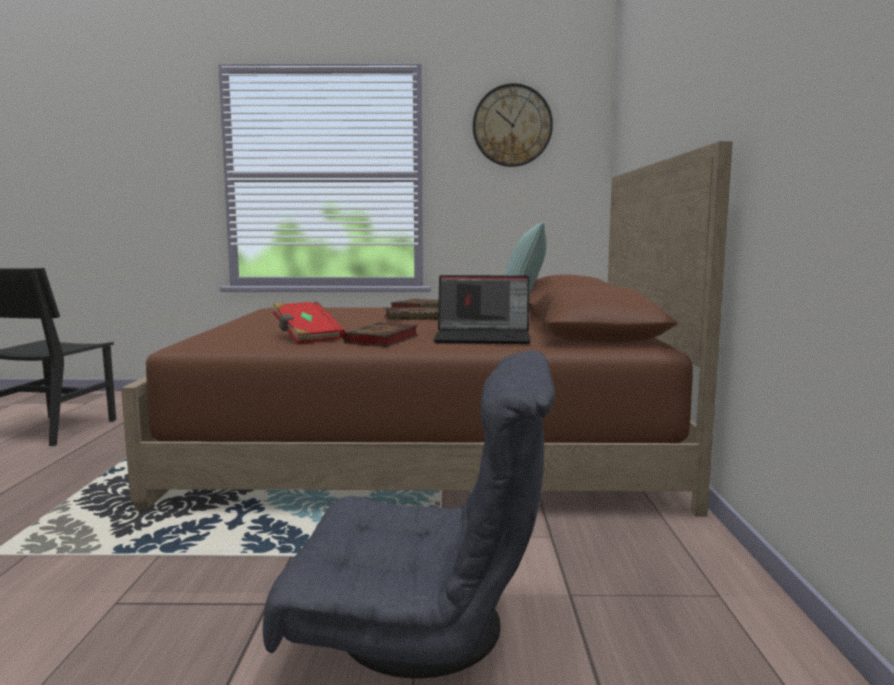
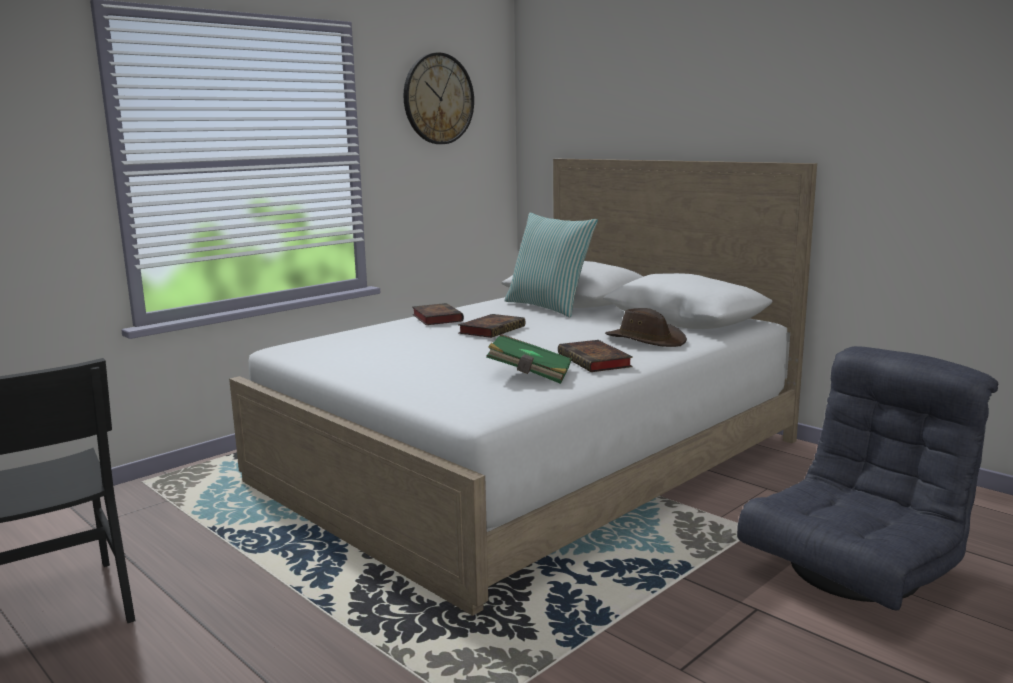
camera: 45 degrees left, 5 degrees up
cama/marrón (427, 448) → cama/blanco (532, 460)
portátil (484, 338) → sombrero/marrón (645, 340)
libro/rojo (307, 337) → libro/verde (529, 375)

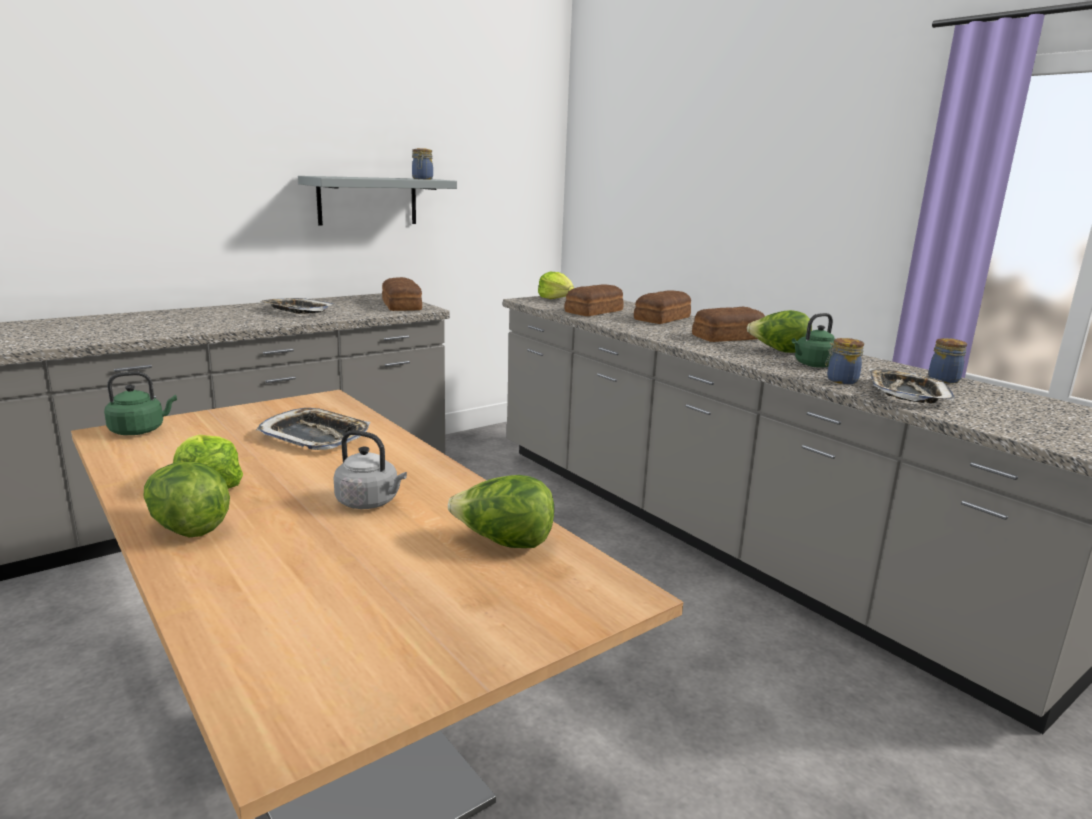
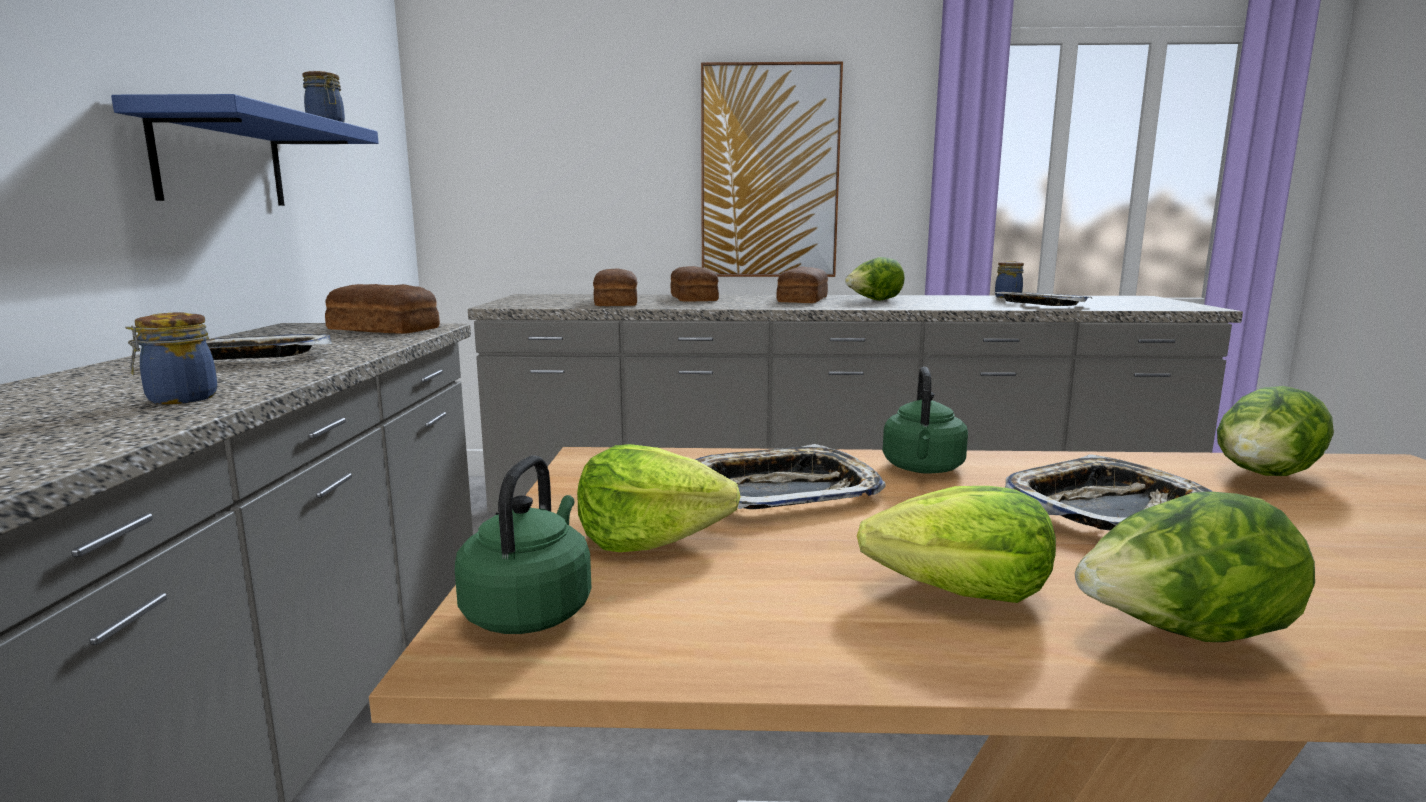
camera: 50 degrees left, 5 degrees down
estante/gris (367, 201) → estante/azul (220, 160)
lechuga (556, 299) → lechuga (650, 538), shifted
hervidor/verde (813, 365) → hervidor/verde (923, 469), shifted
tarro (840, 380) → tarro (179, 399), shifted
hervidor/gris (370, 502) → bandeja (1106, 507)
- → cuadro (769, 173)

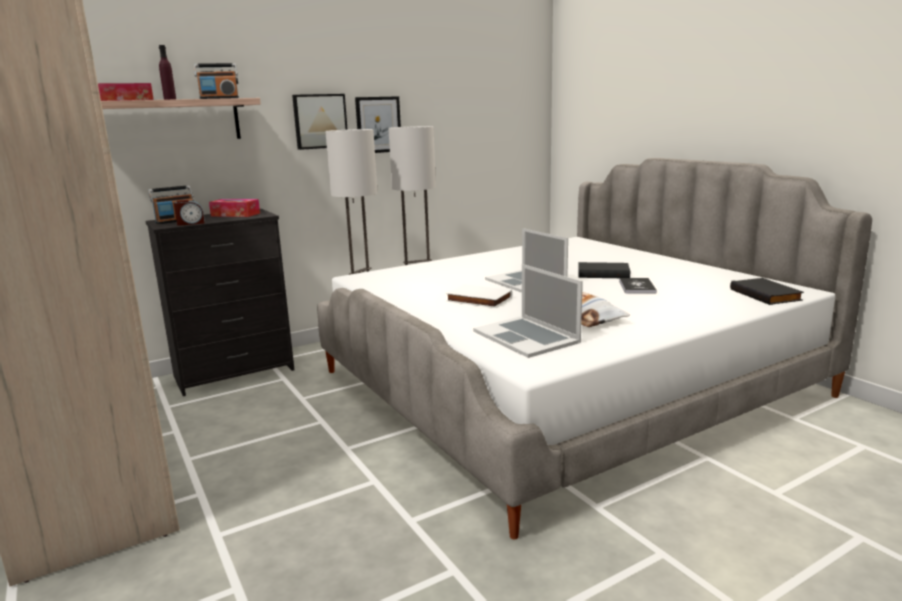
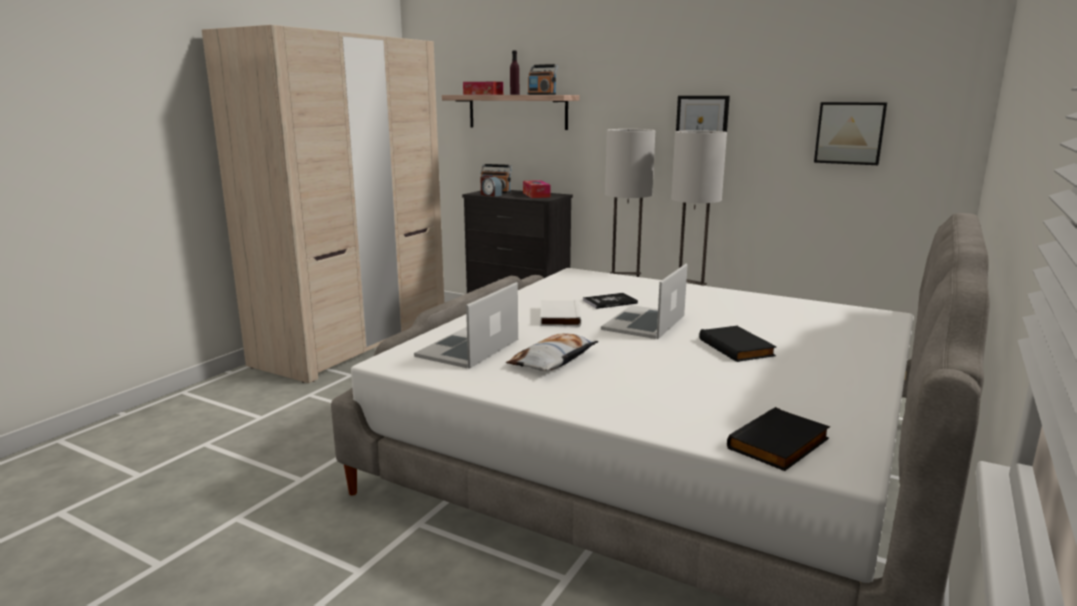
camera: 60 degrees right, 0 degrees up
cuadro (320, 121) → cuadro (849, 133), shifted
libro (637, 287) → libro (610, 302), shifted

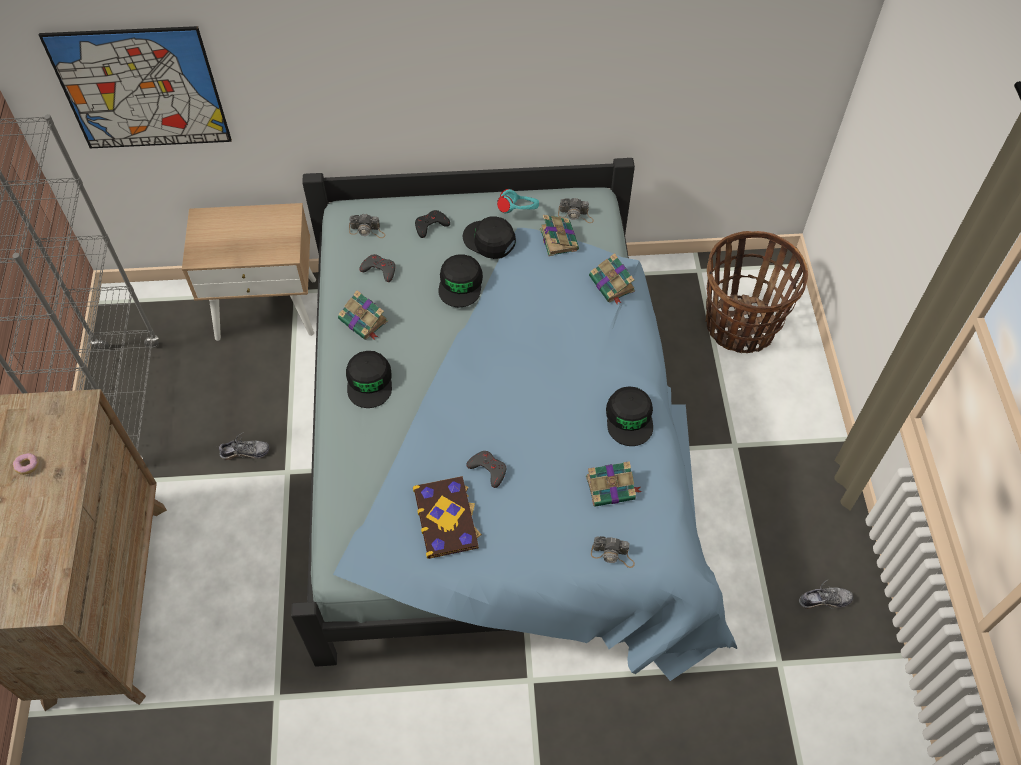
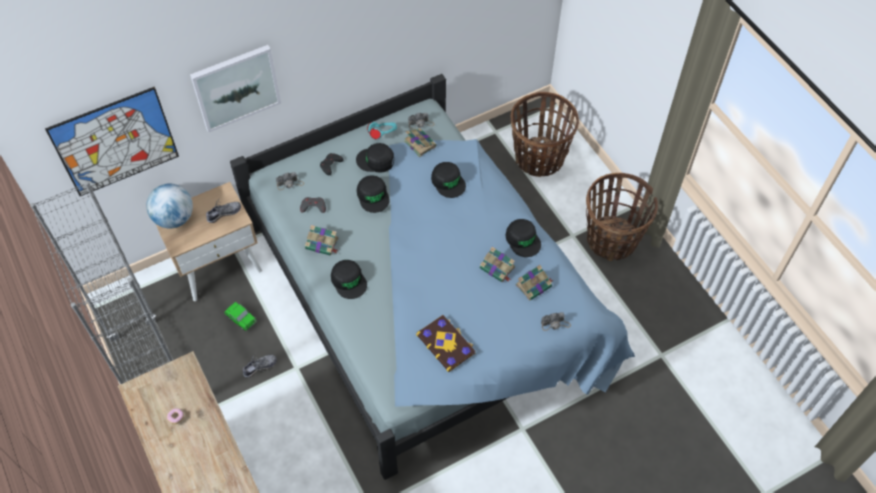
camera: 25 degrees left, 0 degrees up
libro (612, 285) → libro (498, 268), shifted
mando de consola/gris (488, 469) → -
zapato (824, 600) → zapato (224, 213), shifted
- → cuadro (236, 87)
- → gorra/negro (448, 182)
- → cesta (612, 239)
- → globo terráqueo (174, 218)
- → coche de juguete (241, 319)

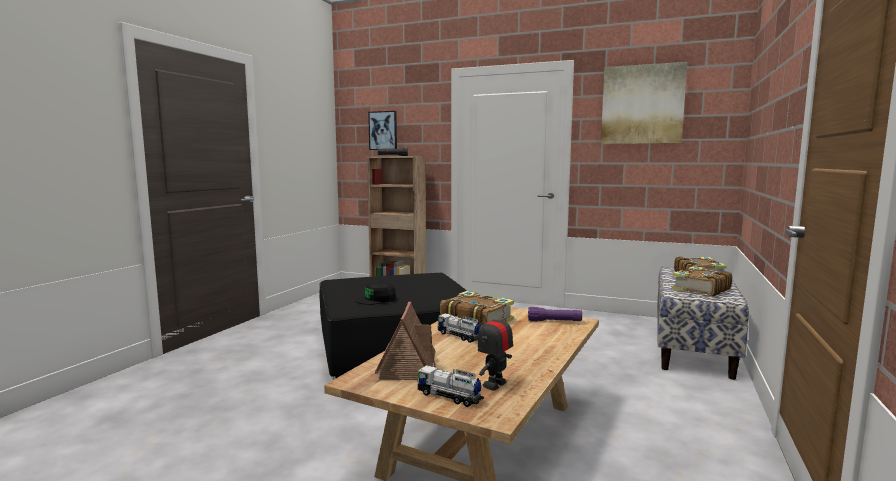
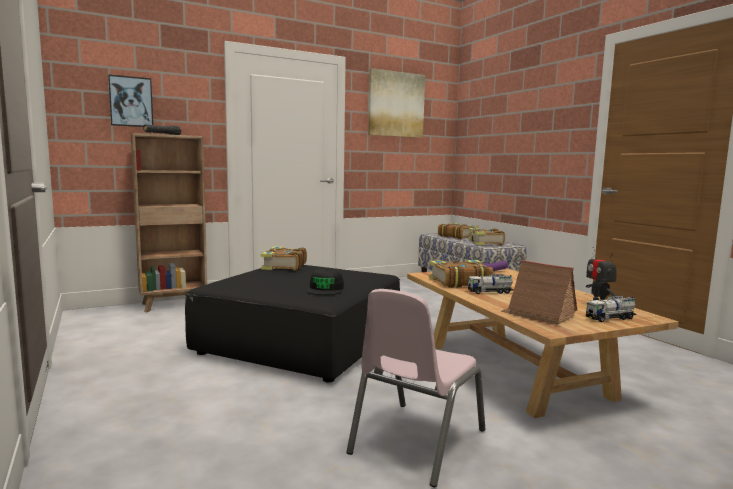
camera: 50 degrees left, 0 degrees up
- → libro (283, 266)
- → silla/rosa (416, 441)

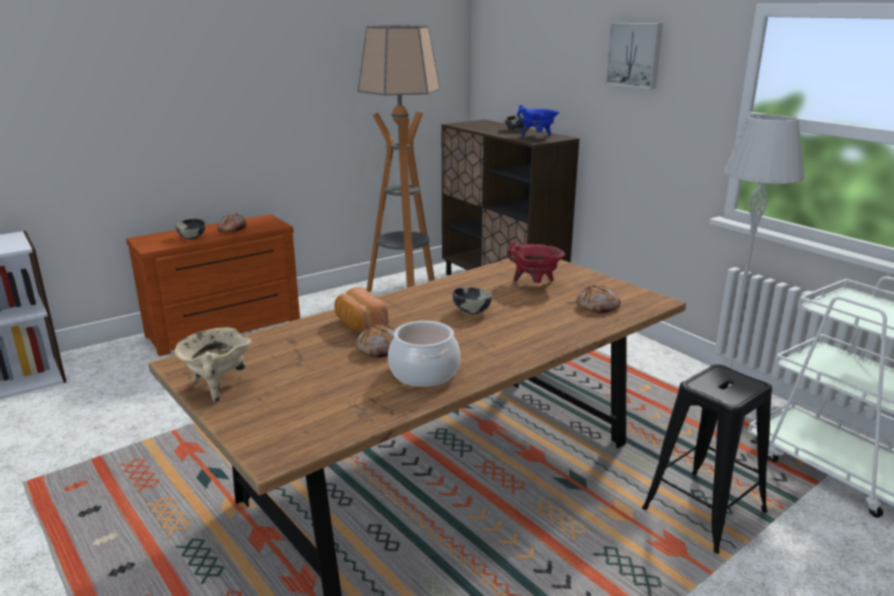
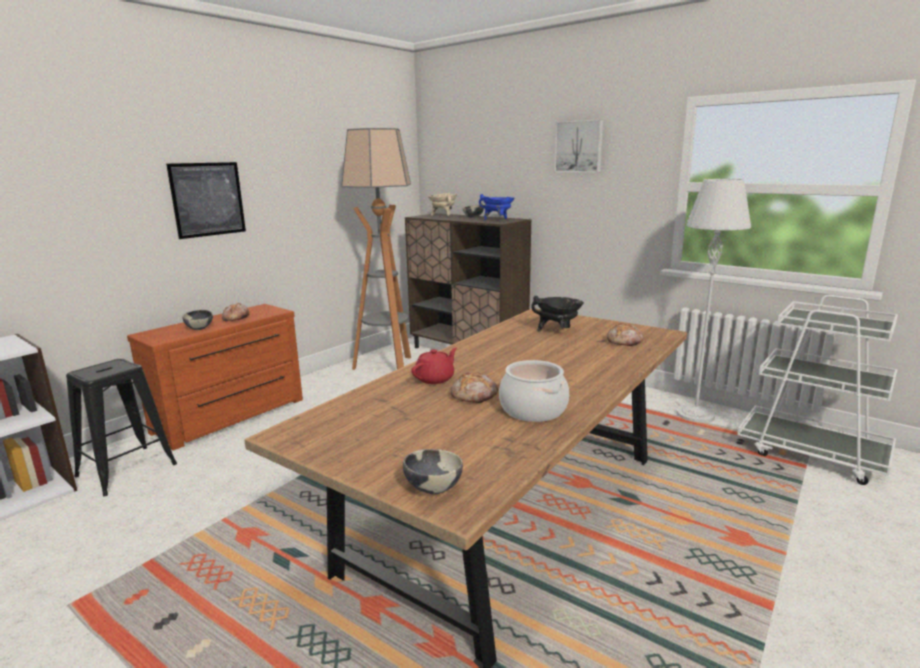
camera: 15 degrees left, 5 degrees down
olla/rojo (535, 284) → olla/negro (558, 331)
pan (359, 325) → tetera/rojo (435, 379)
cuenco (471, 312) → cuenco (433, 488), shifted
olla/beis (218, 387) → olla/beis (443, 215), shifted
taburete/negro (704, 510) → taburete/negro (127, 470), shifted
- → cuadro (208, 199)

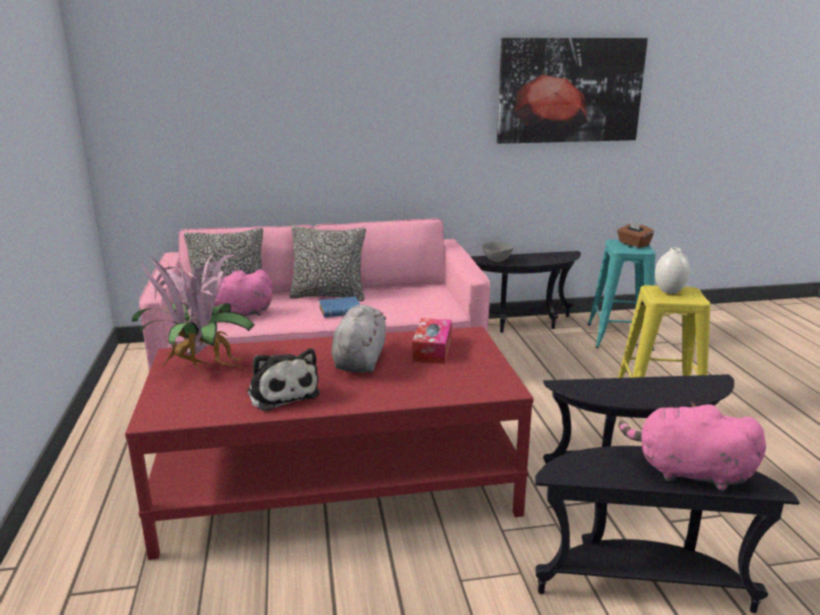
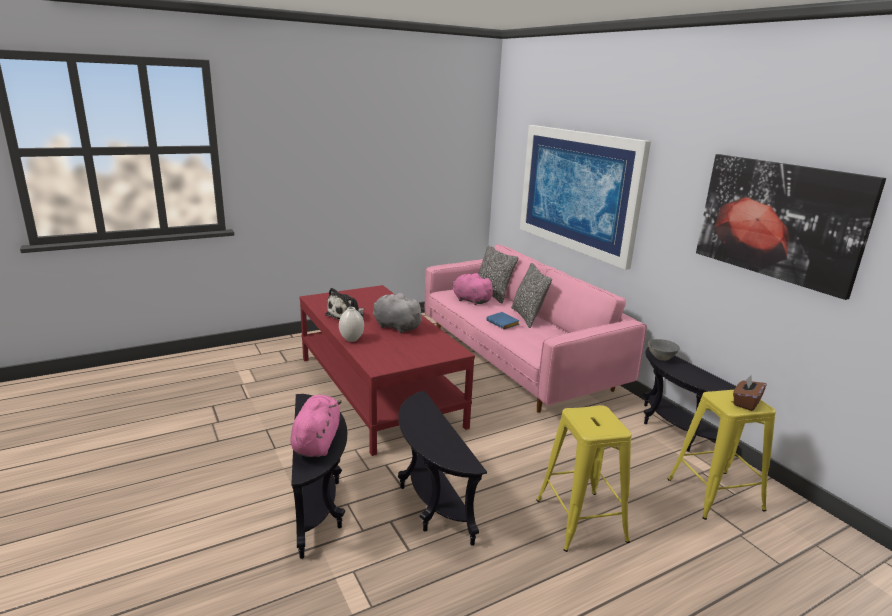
camera: 70 degrees right, 0 degrees up
taburete/turquesa (619, 337) → taburete/amarillo (715, 494)
florero/blanco (669, 291) → florero/blanco (352, 339), shifted
planta en maceta (198, 366) → -
peluche/gris (360, 360) → peluche/gris (395, 327), 135 degrees counterclockwise
caja de pañuelos (432, 349) → -
- → cuadro (578, 191)

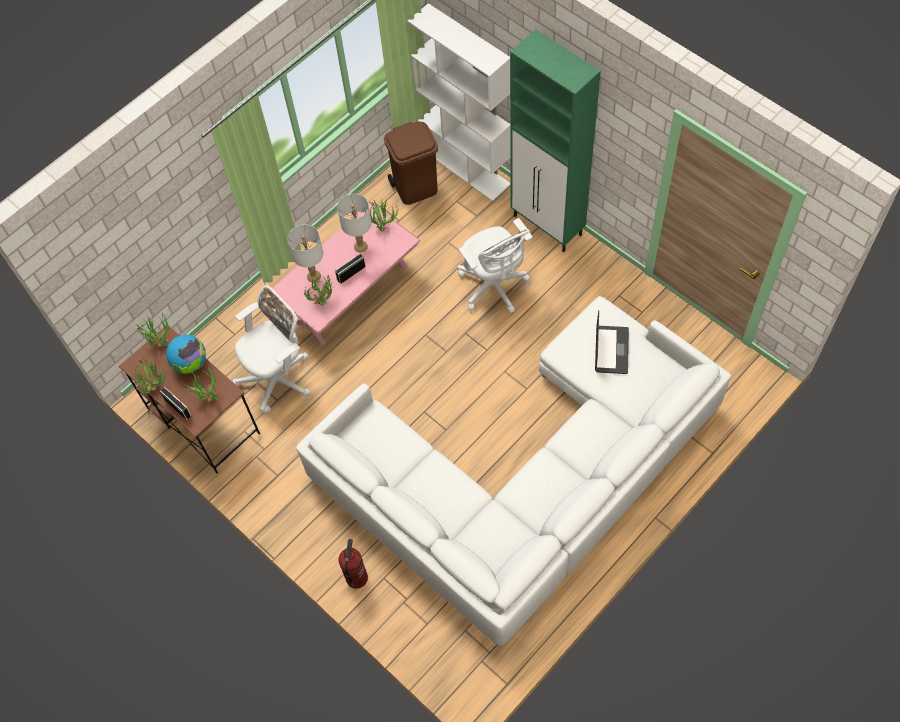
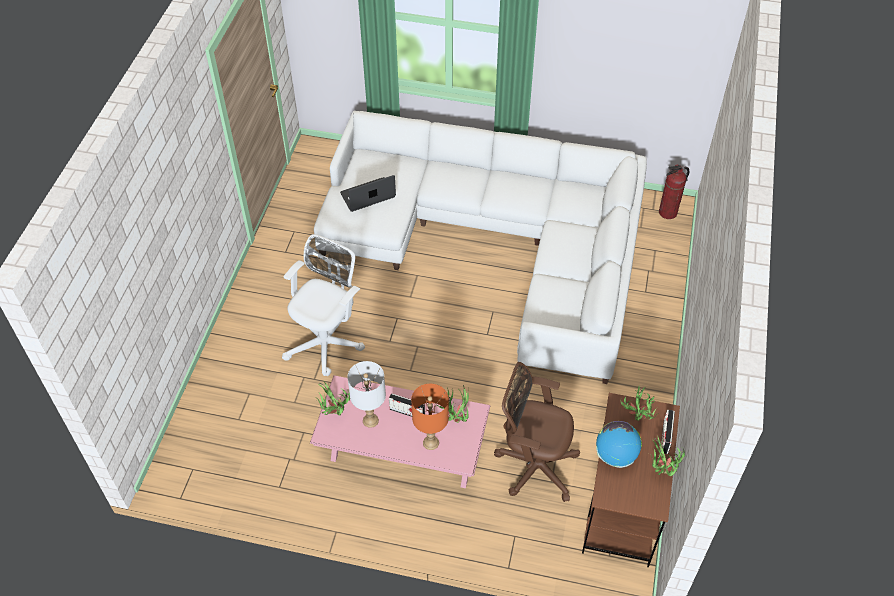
camera: 125 degrees left, 10 degrees down
estantería/blanco (466, 167) → -
armario/verde (548, 226) → -
papelera/marrón (416, 188) → -
lámpara de mesa/blanco (313, 276) → lámpara de mesa/naranja (430, 443)
silla de oficina/blanco (279, 378) → silla de oficina/marrón (533, 465)
planta en maceta (160, 342) → -
extintor (357, 578) → extintor (667, 212), shifted

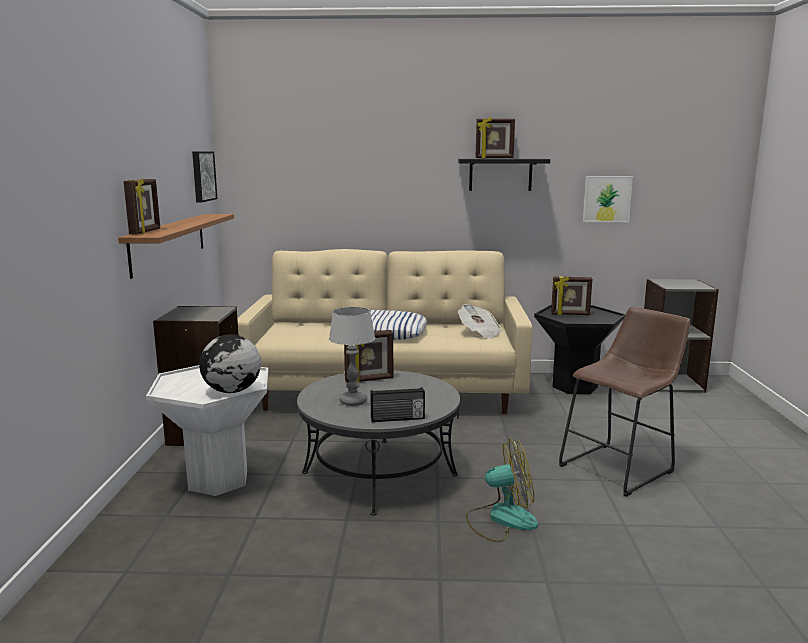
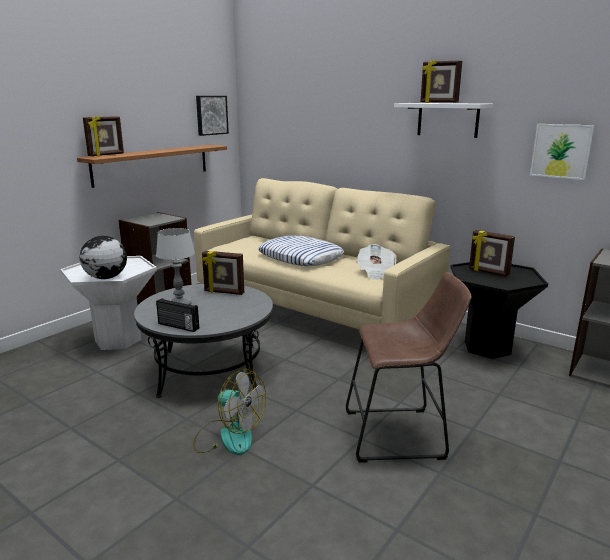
camera: 35 degrees right, 5 degrees up
estante/negro (500, 174) → estante/blanco (447, 119)

